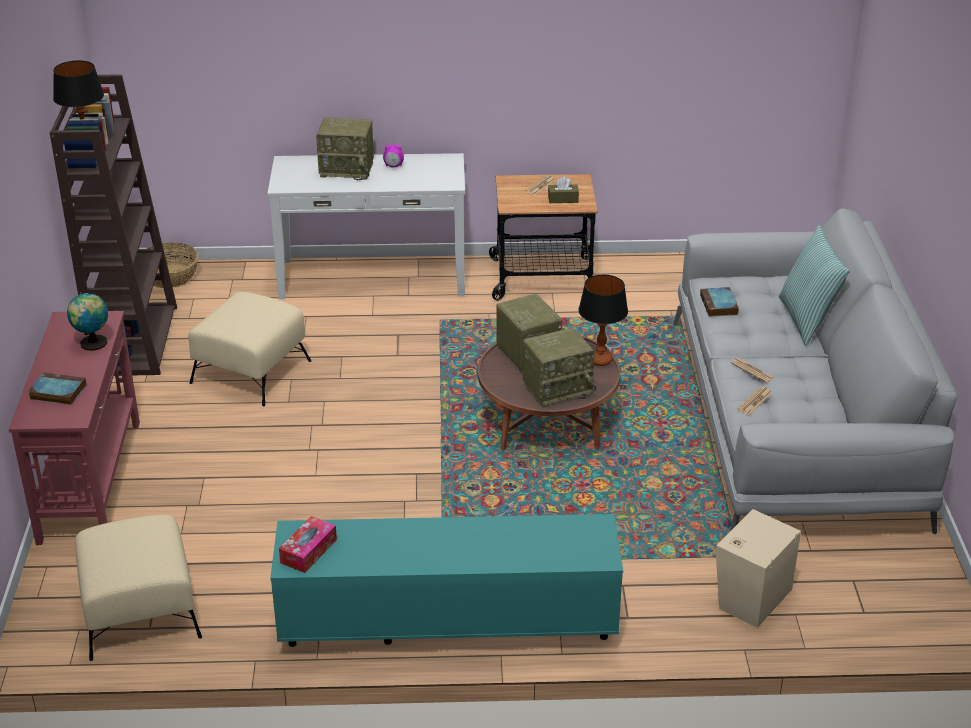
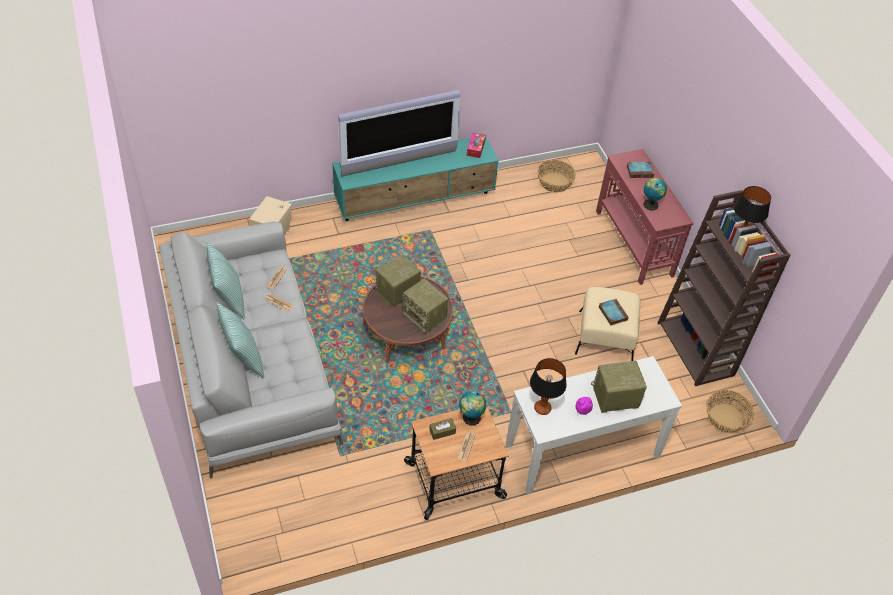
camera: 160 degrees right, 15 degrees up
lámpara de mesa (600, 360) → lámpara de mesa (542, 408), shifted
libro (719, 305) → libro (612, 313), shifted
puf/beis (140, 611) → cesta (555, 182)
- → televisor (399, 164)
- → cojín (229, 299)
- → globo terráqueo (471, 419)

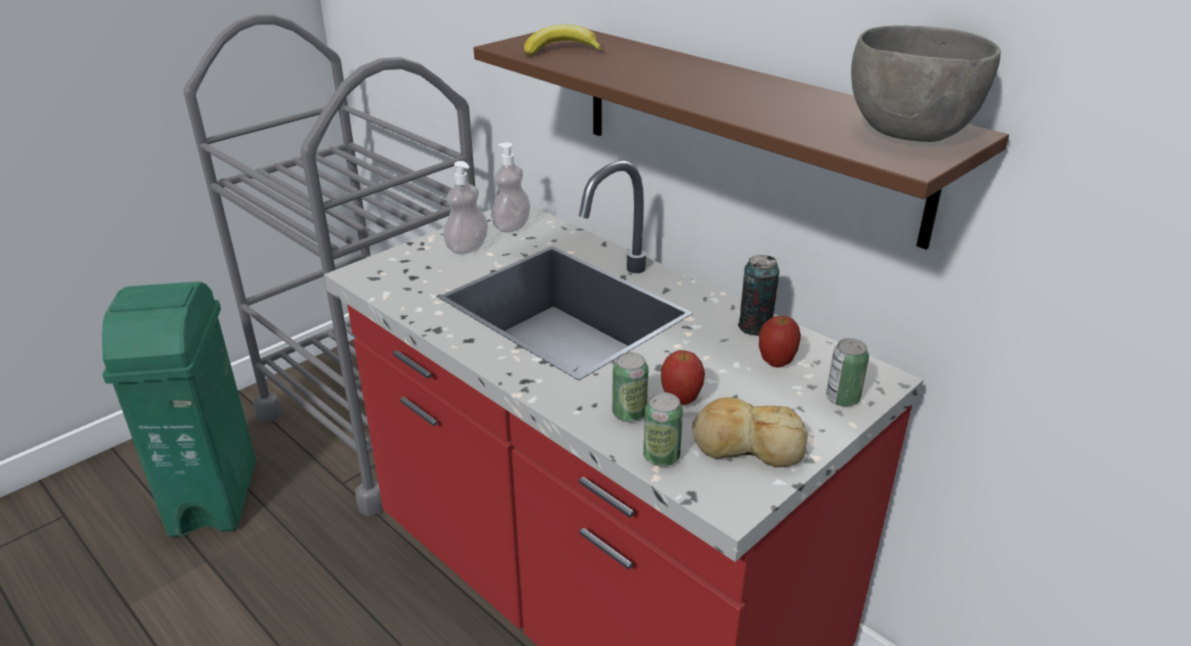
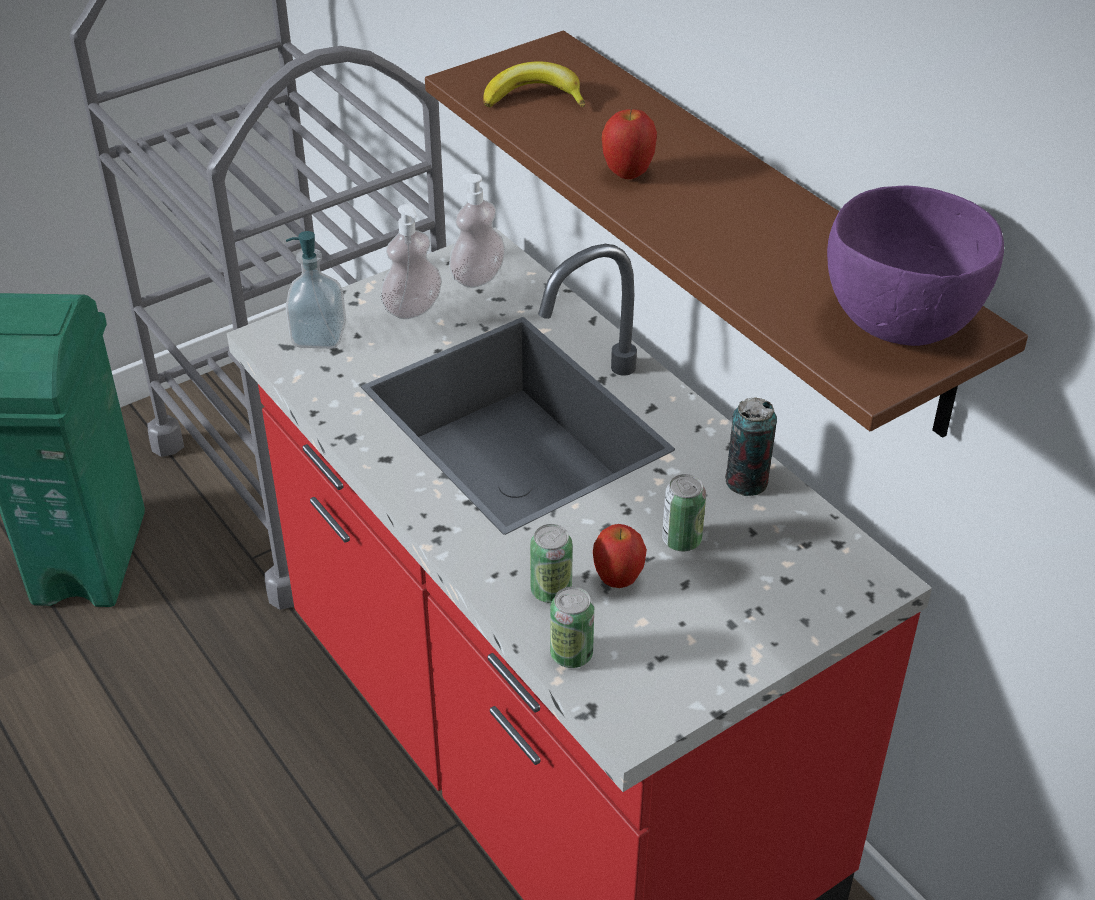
camera: 10 degrees right, 10 degrees up
cuenco/gris (908, 134) → cuenco/morado (898, 322)
manzana (776, 363) → manzana (628, 173), shifted
lata (842, 398) → lata (681, 540), shifted
pan (747, 446) → -
- → dispensador de jabón (319, 336)

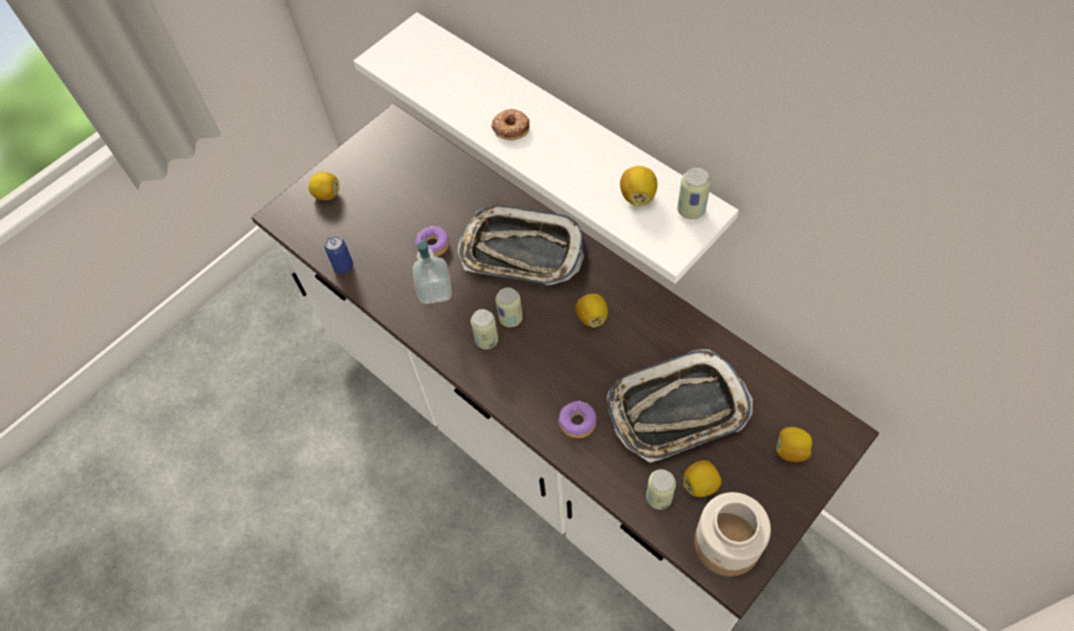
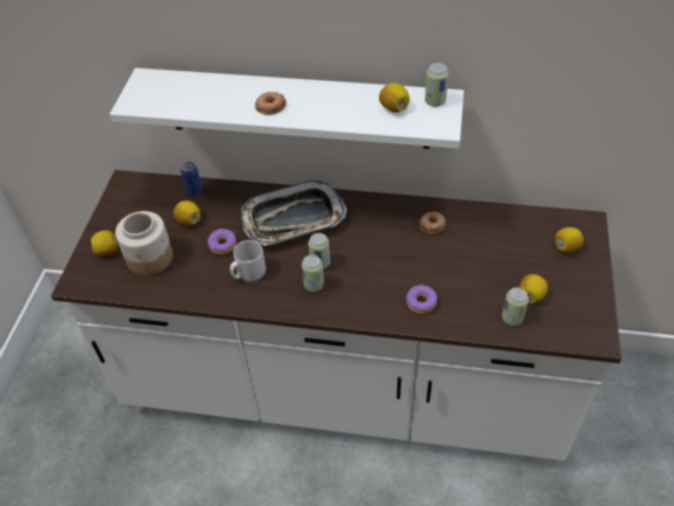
camera: 35 degrees left, 10 degrees down
lata (343, 266) → lata (194, 191), shifted
dispensador de jabón (435, 290) → taza grande/gris (248, 273)
limón (592, 317) → limón (189, 220), shifted
bandeja (677, 410) → -
tarro (727, 544) → tarro (150, 258), shifted
- → rosquilla (432, 225)

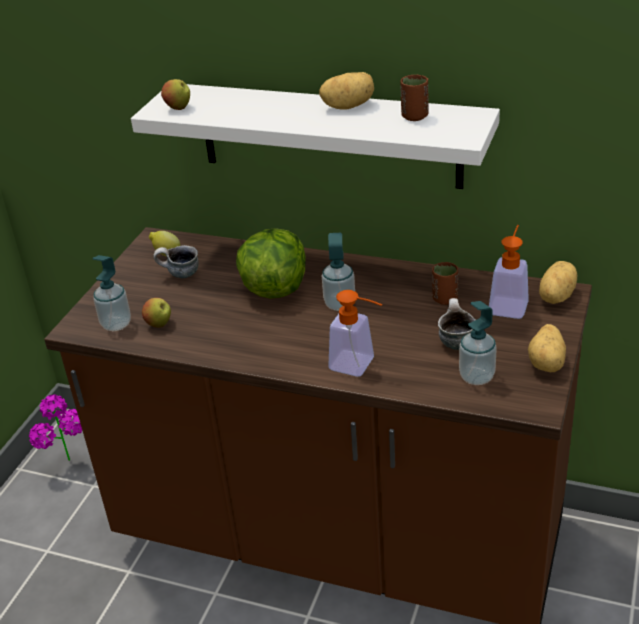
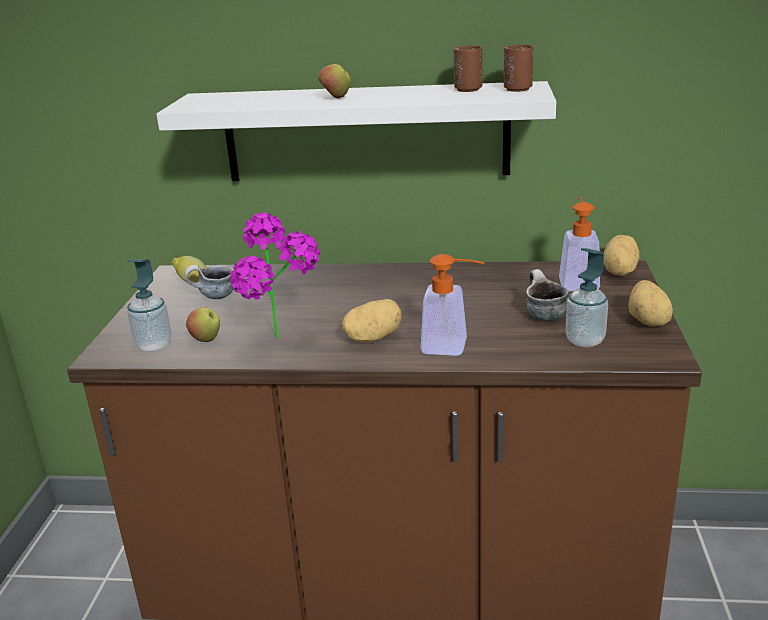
camera: 15 degrees left, 10 degrees down
patata (348, 106) → patata (372, 338), shifted
manzana (178, 108) → manzana (335, 98), shifted
lechuga (274, 288) → -
dispensador de jabón (339, 304) → -
taza/marrón (445, 299) → taza/marrón (517, 89), shifted
planta en maceta (71, 467) → planta en maceta (285, 343), shifted

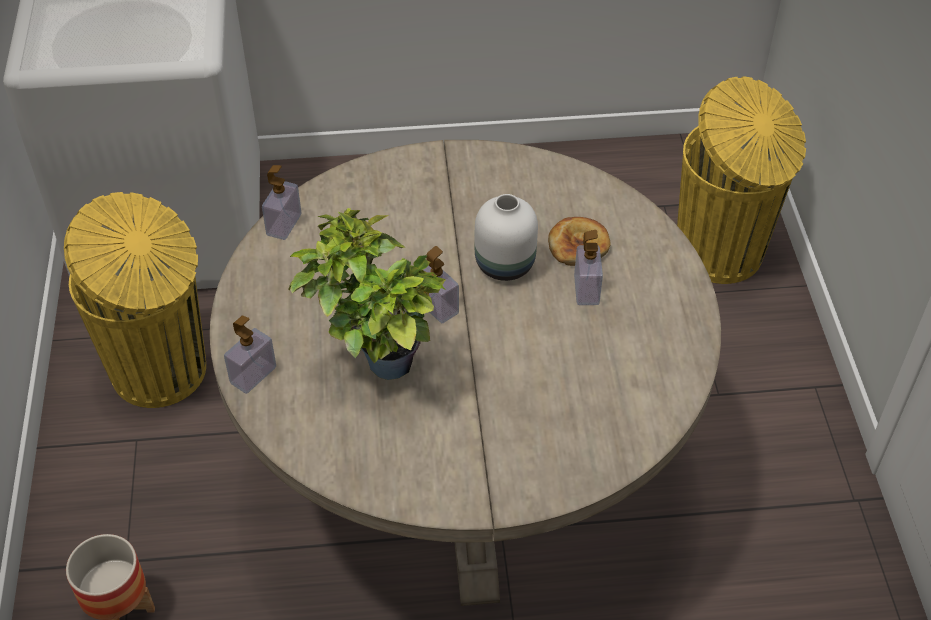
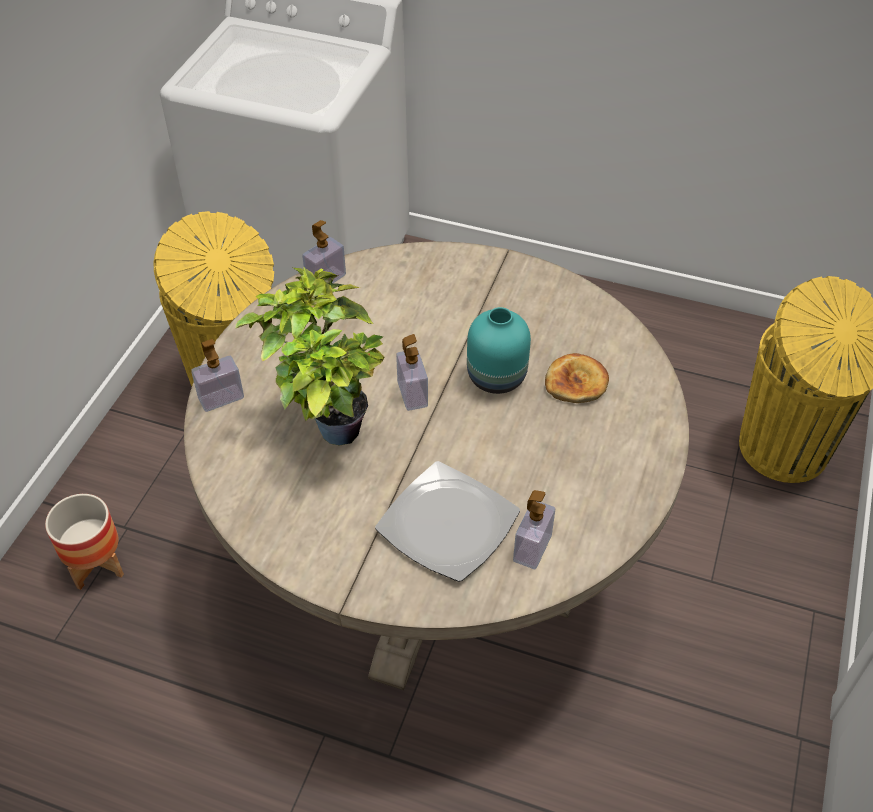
camera: 25 degrees right, 0 degrees up
florero/blanco (506, 265) → florero/turquesa (497, 378)
dispensador de jabón (586, 290) → dispensador de jabón (532, 548), shifted
- → plato (449, 524)

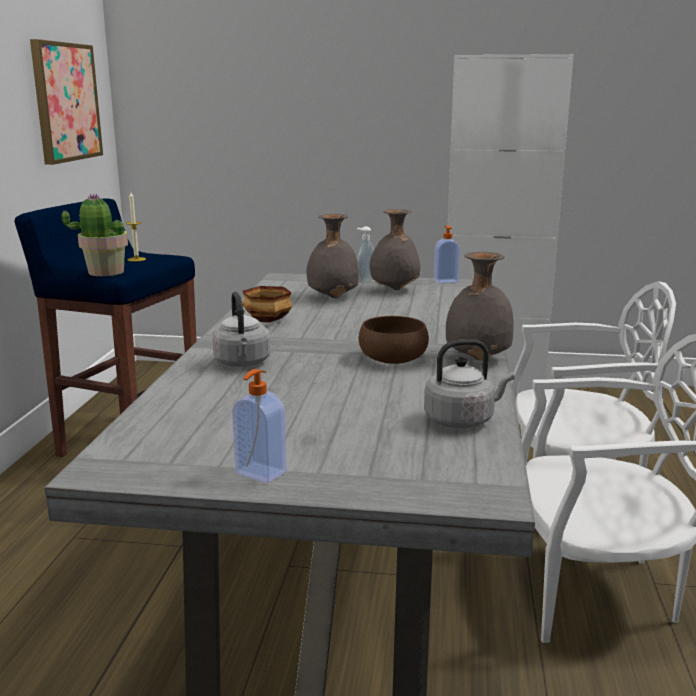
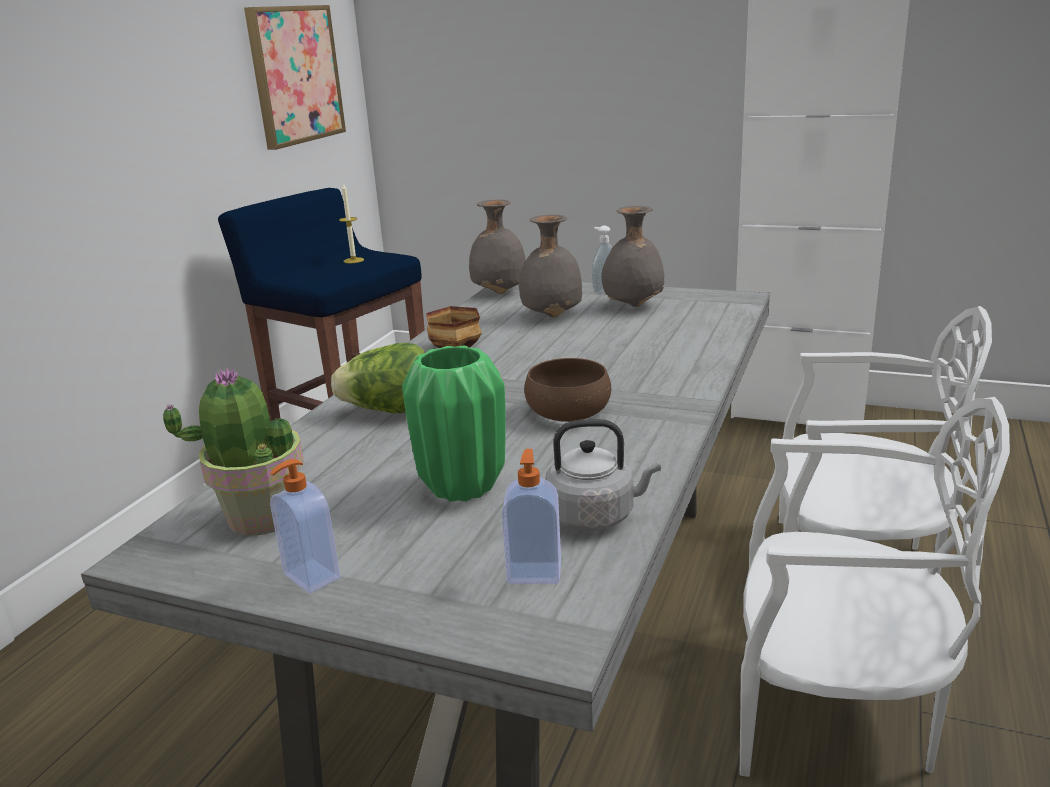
camera: 15 degrees right, 5 degrees up
planta en maceta (105, 272) → planta en maceta (262, 516), shifted
dispensador de jabón (445, 281) → dispensador de jabón (534, 572), shifted
florero/gris (476, 358) → florero/gris (498, 292), shifted
hervidor/gris (242, 363) → lechuga (389, 411)
- → florero/verde (462, 487)

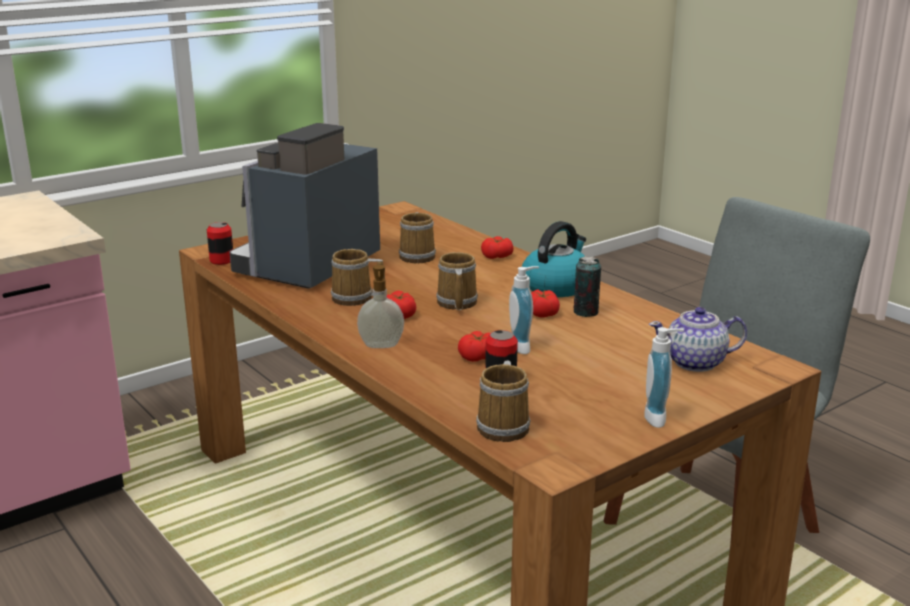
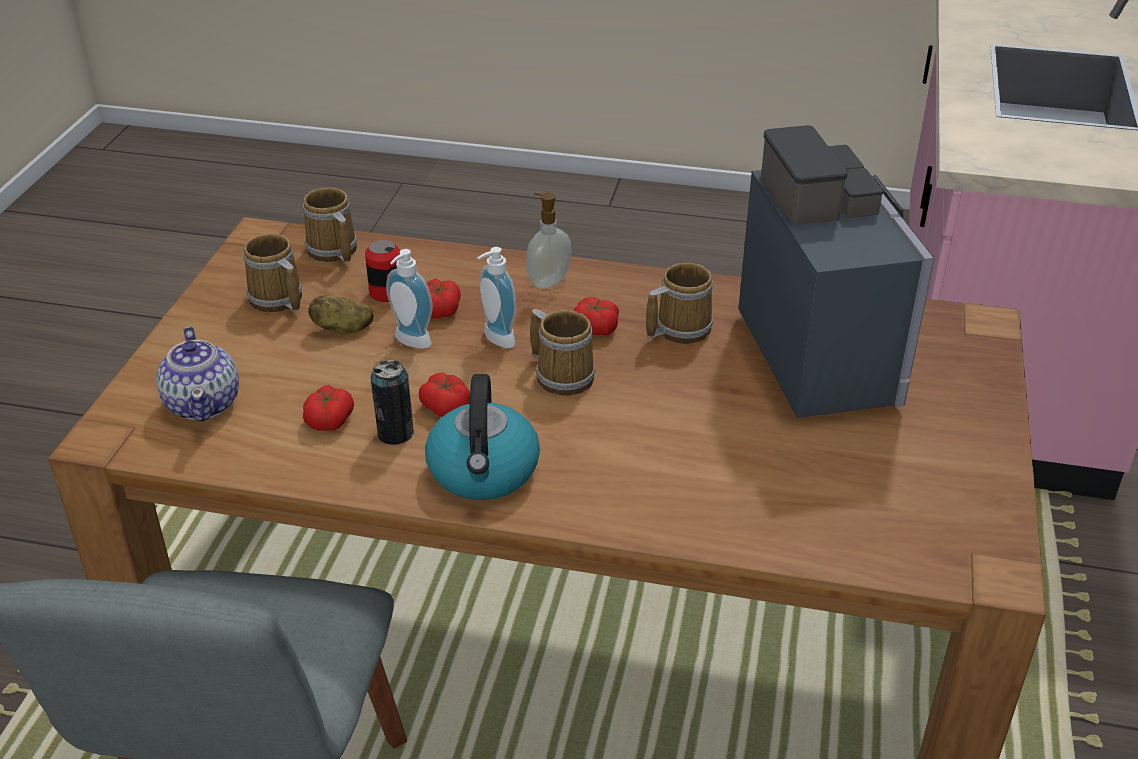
camera: 140 degrees right, 15 degrees up
taza grande (418, 256) → taza grande (276, 300), shifted
lata (221, 260) → -
tomate (497, 256) → tomate (329, 420), shifted
tetera (695, 363) → tetera (204, 403), 120 degrees clockwise
dispensador de jabón (659, 418) → dispensador de jabón (495, 340), shifted
- → patata (342, 329)

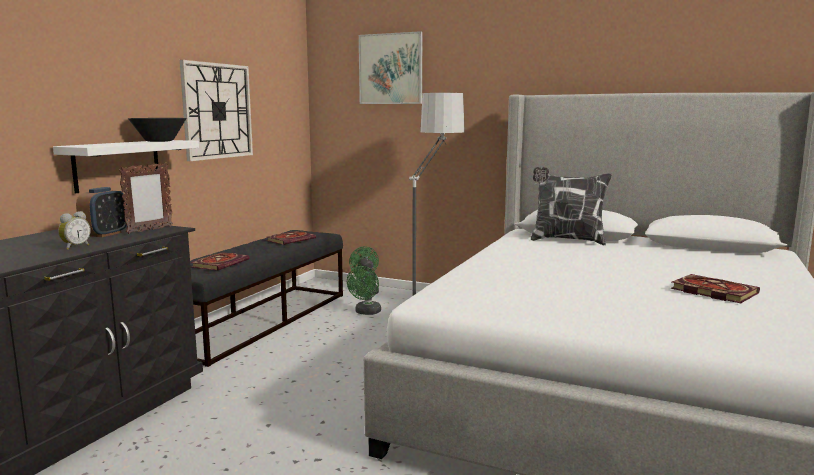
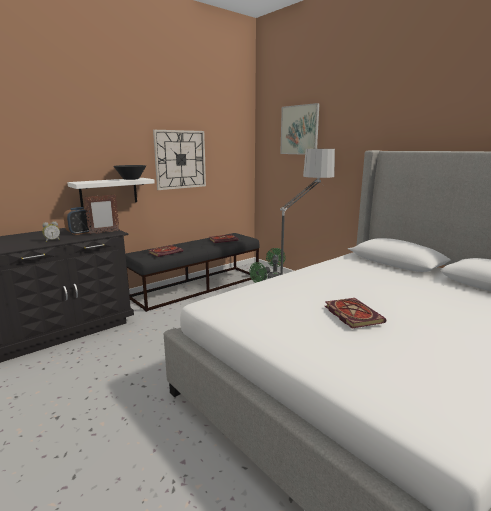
camera: 25 degrees right, 5 degrees up
cojín (566, 240) → -
libro (711, 291) → libro (351, 314), shifted

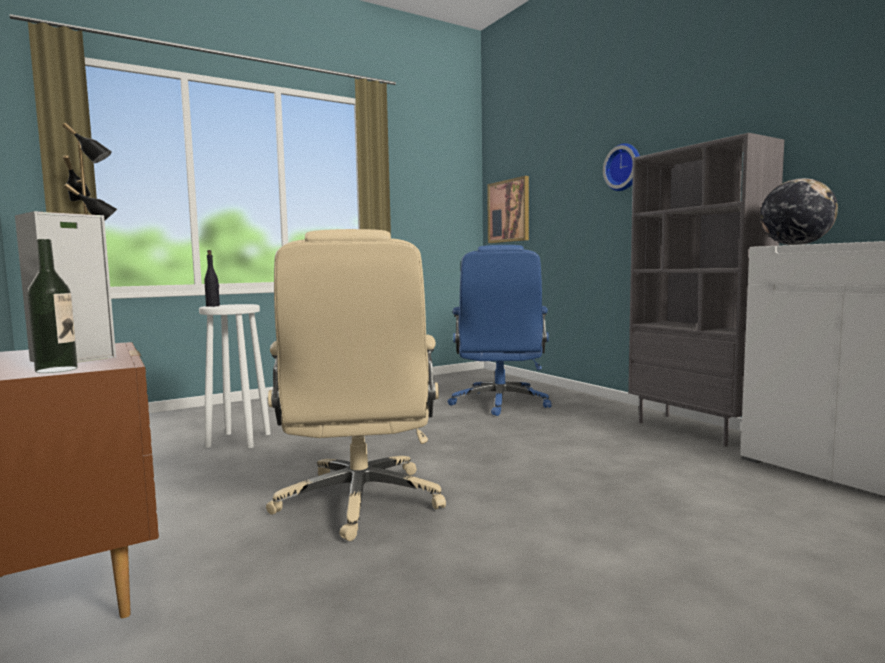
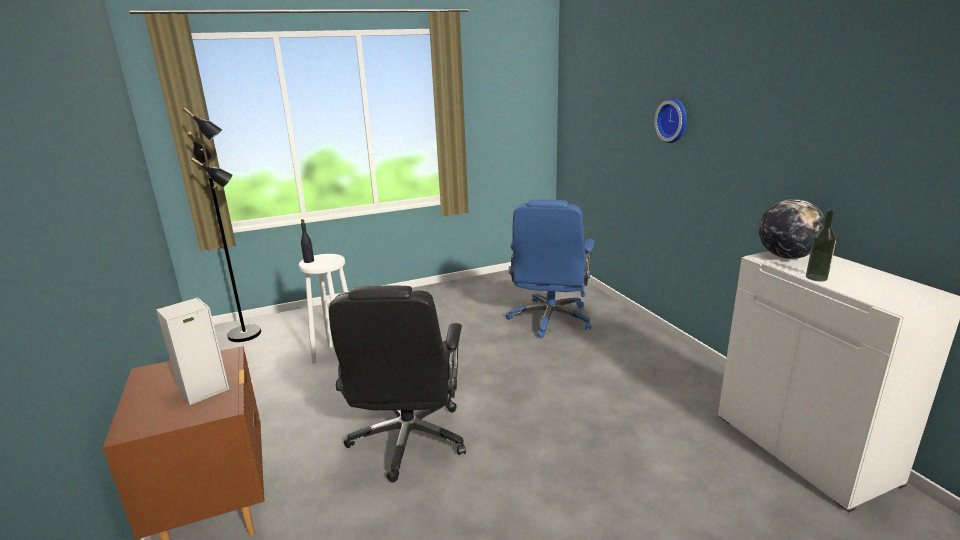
camera: 10 degrees right, 15 degrees up
estantería/gris (695, 429) → -
cuadro (509, 211) → -
silla de oficina/beis (359, 502) → silla de oficina/negro (408, 440)
botella (56, 370) → botella (816, 277), shifted

